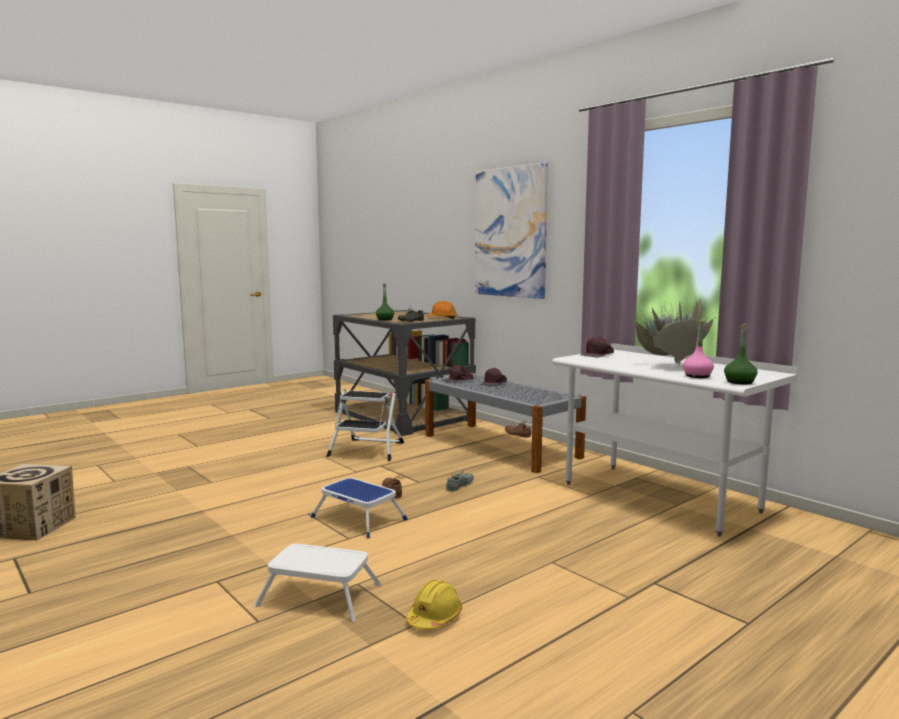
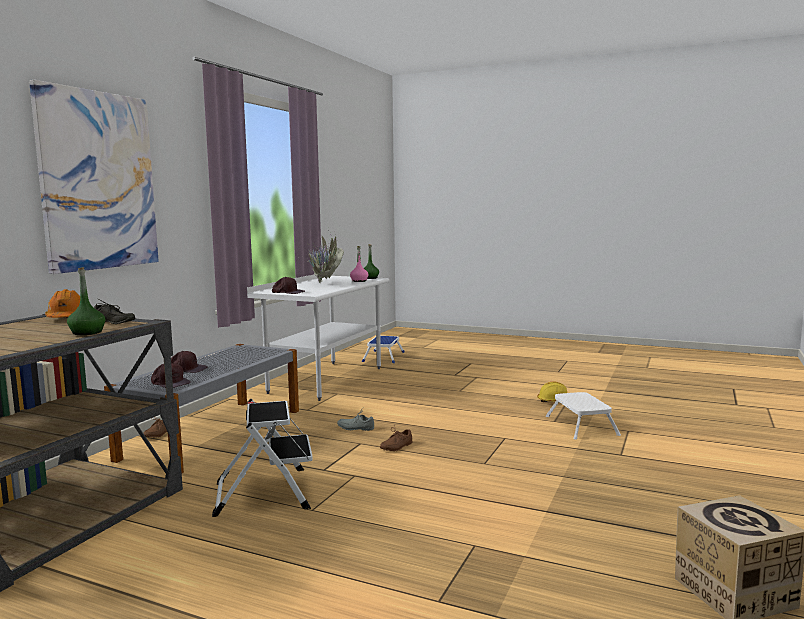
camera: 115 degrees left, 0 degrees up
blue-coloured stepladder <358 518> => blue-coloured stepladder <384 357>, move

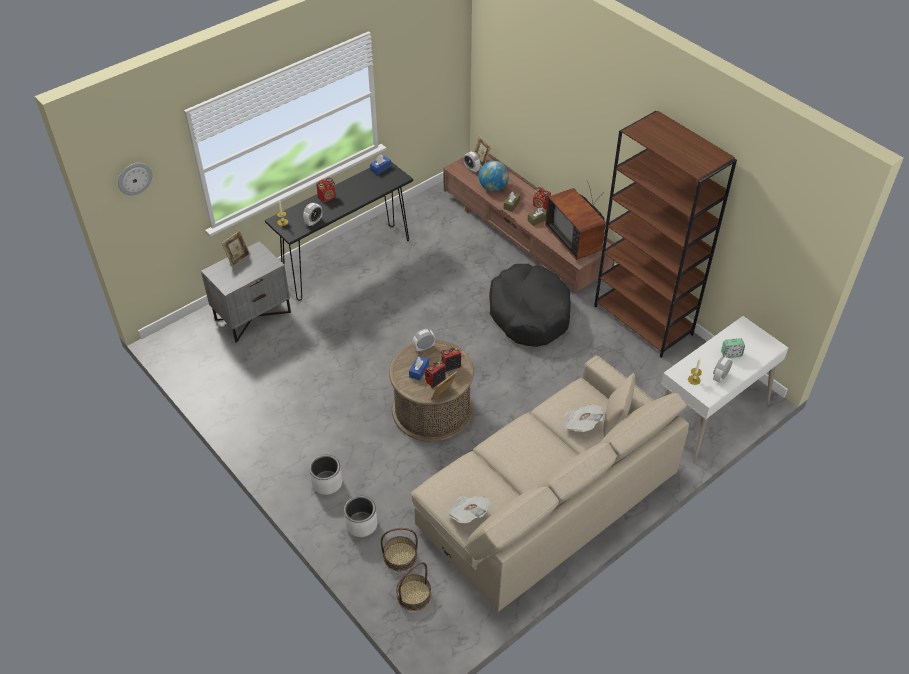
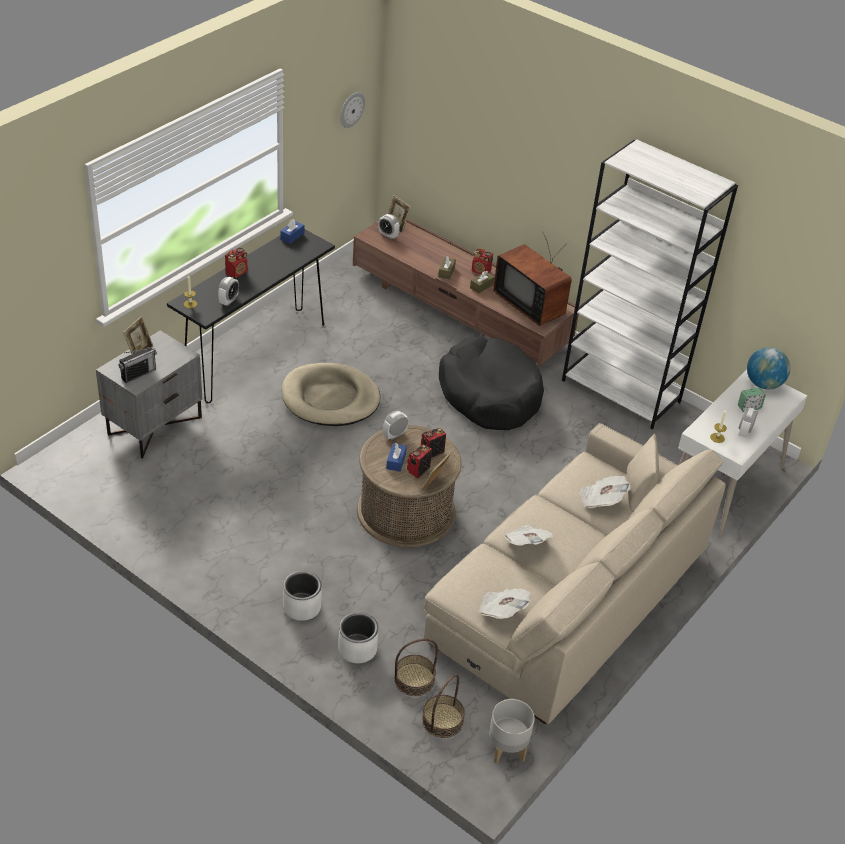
camera: 15 degrees left, 5 degrees down
nothing => radio <138 374>
nothing => beige-coloured dog cushion <330 399>
nothing => gray flower pot <507 750>
nothing => newspaper <526 543>
clock on the wall <134 178> => clock on the wall <351 109>, move
globe <493 188> => globe <763 384>, move
brownish bookcase <643 320> => white-coloured bookcase <621 391>

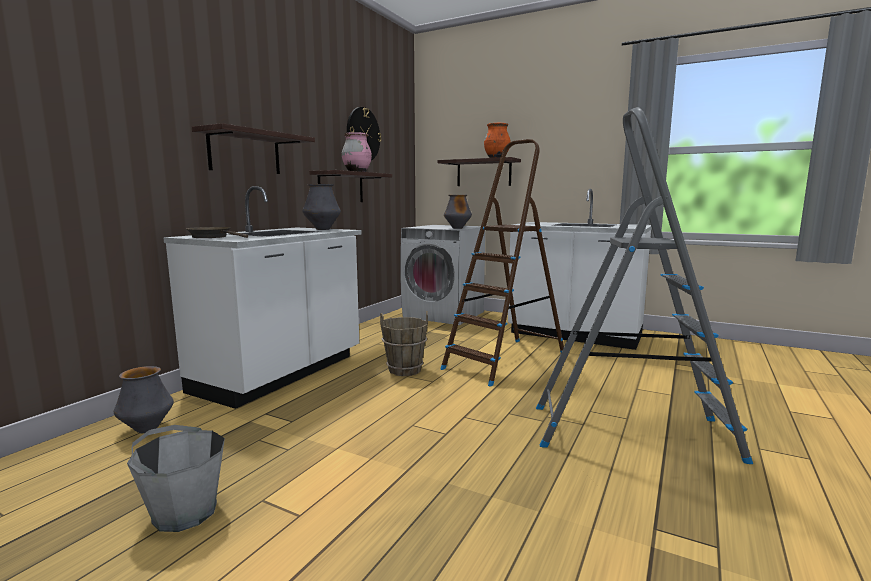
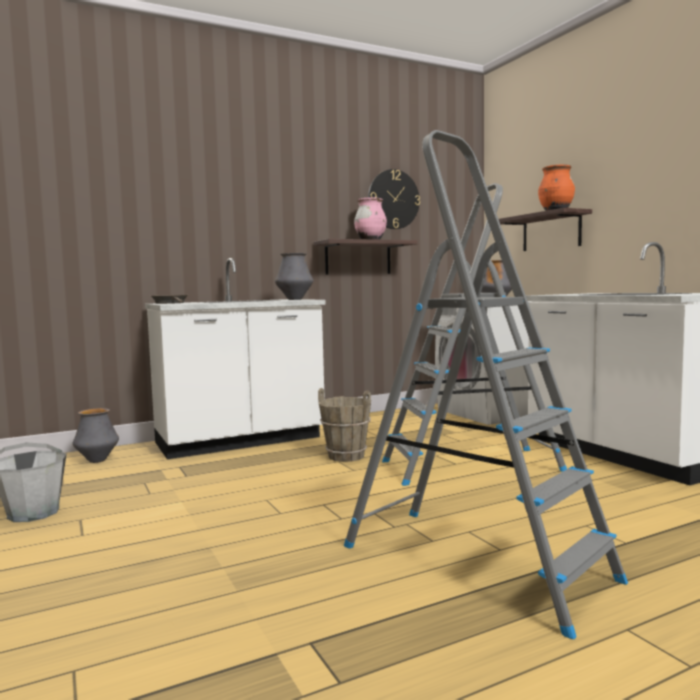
camera: 35 degrees right, 5 degrees down
bracket shelf <245 153> => nothing
brownish stepladder <505 360> => gray stepladder <470 466>

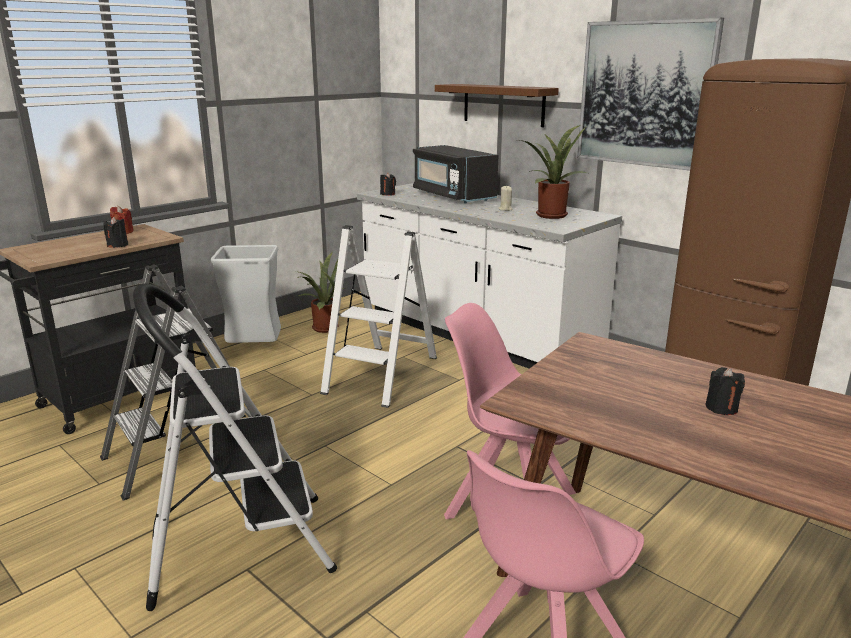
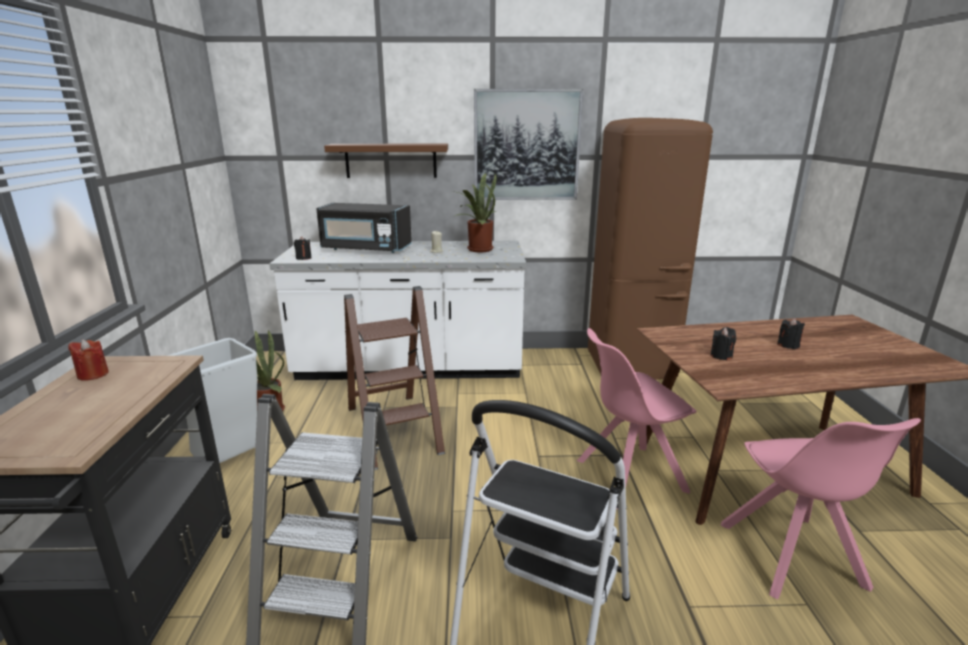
camera: 45 degrees left, 0 degrees up
black-coloured wax candle <117 245> => black-coloured wax candle <721 356>, move
white-coloured stepladder <382 374> => brownish stepladder <393 428>

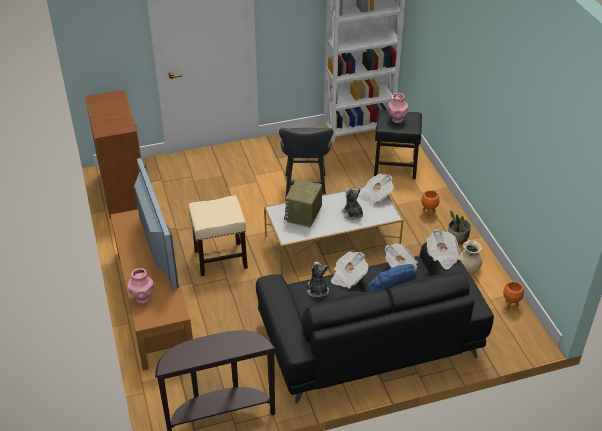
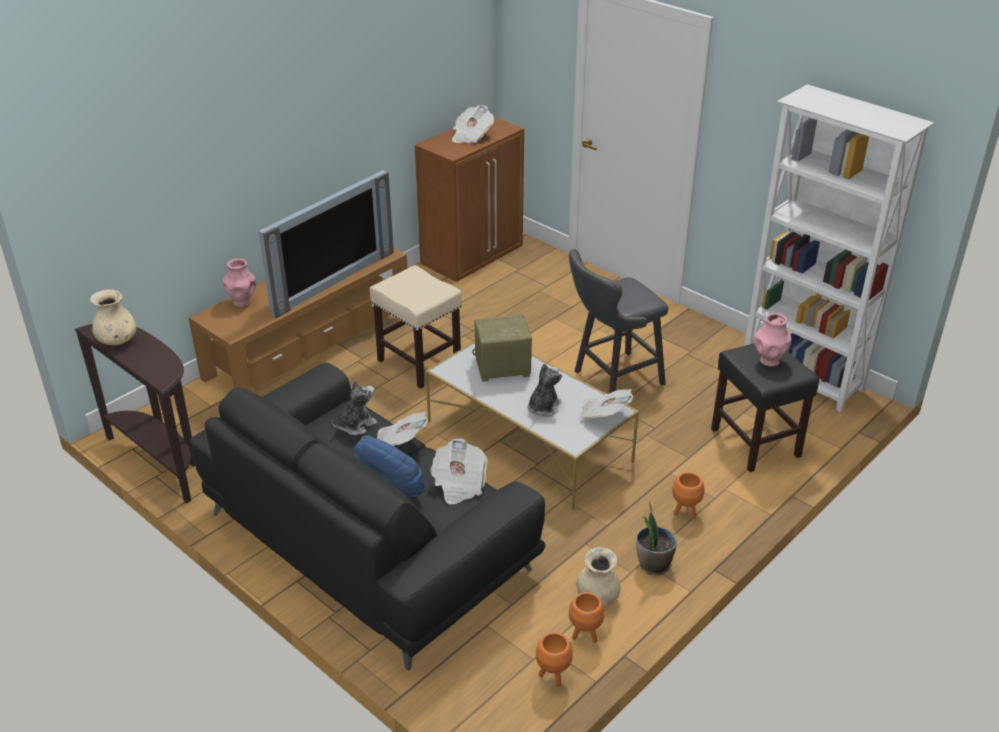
camera: 60 degrees right, 5 degrees down
nothing => beige-coloured decorative vase <117 341>
nothing => orangey flower pot <585 635>
newspaper <442 256> => newspaper <471 136>, move

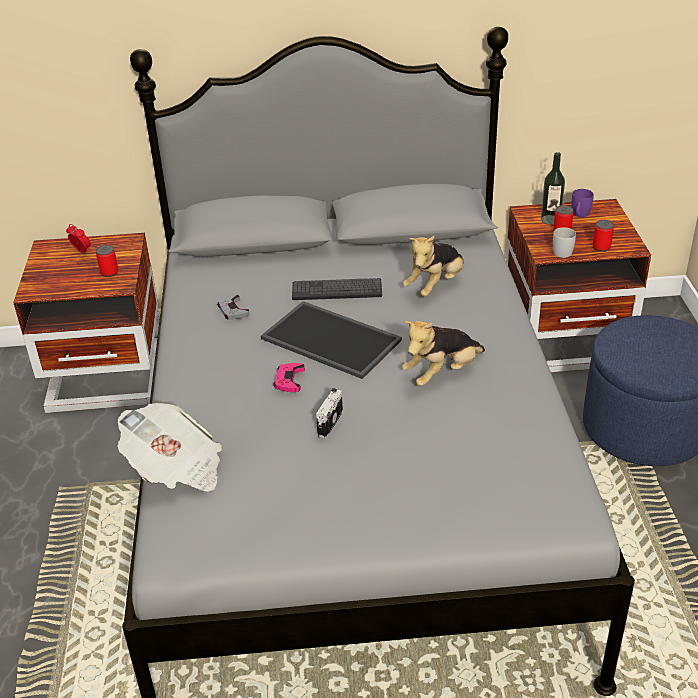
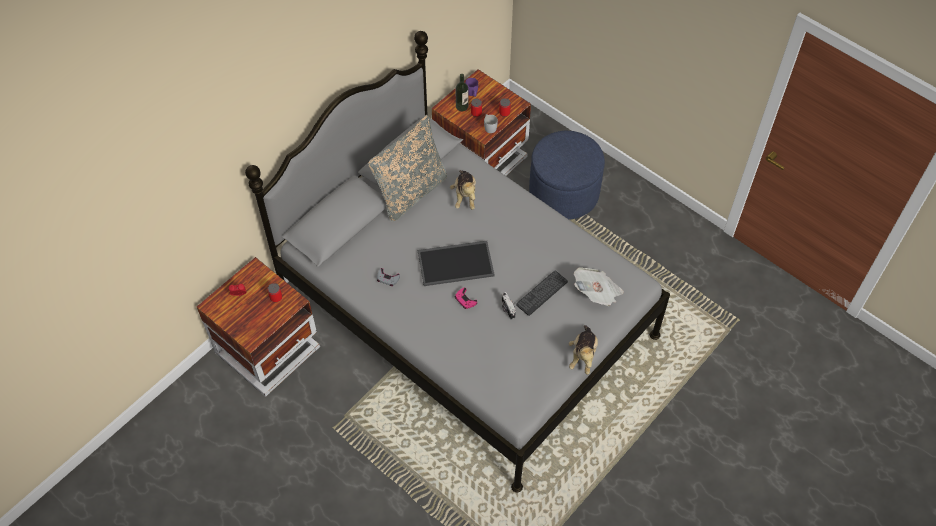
camera: 45 degrees left, 20 degrees up
nothing => gray throw pillow <412 193>
newspaper <176 468> => newspaper <597 293>, move
computer keyboard <337 290> => computer keyboard <542 293>, move
cuddly toy <442 373> => cuddly toy <583 355>, move

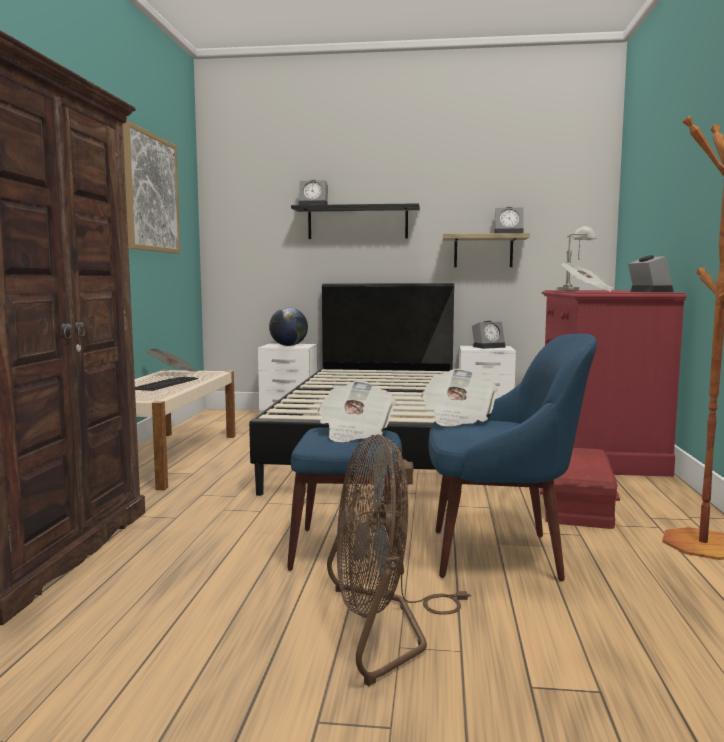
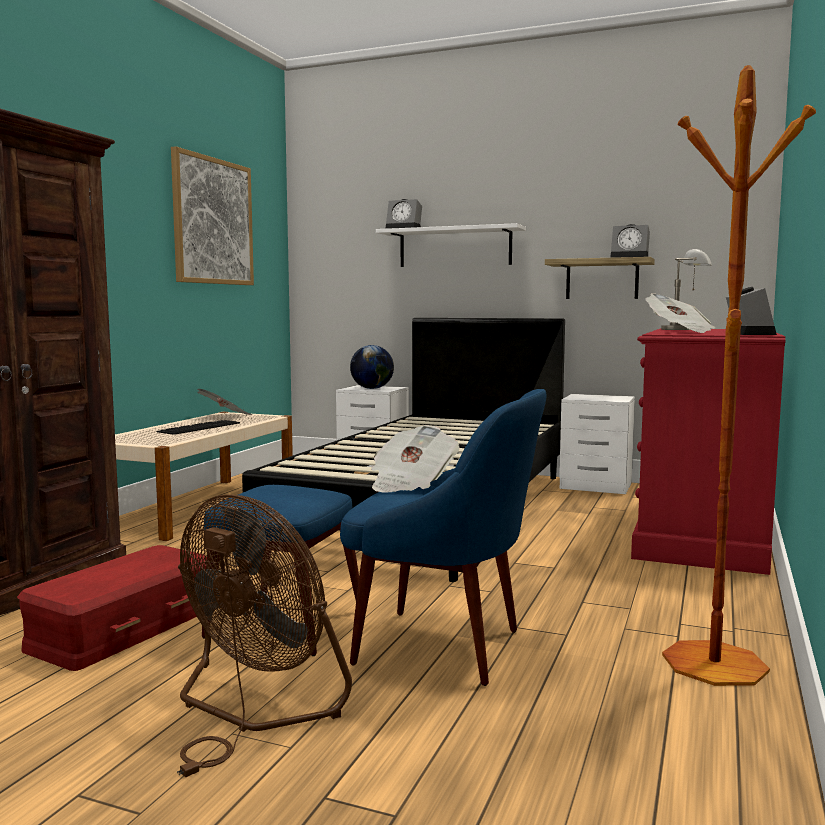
camera: 15 degrees right, 0 degrees up
newspaper <355 433> => nothing
table clock <489 347> => nothing
red storage box <575 504> => red storage box <121 628>, move
black-coloured bracket shelf <357 223> => white-coloured bracket shelf <455 247>
brownish electric fan <386 624> => brownish electric fan <243 707>, 120 degrees clockwise

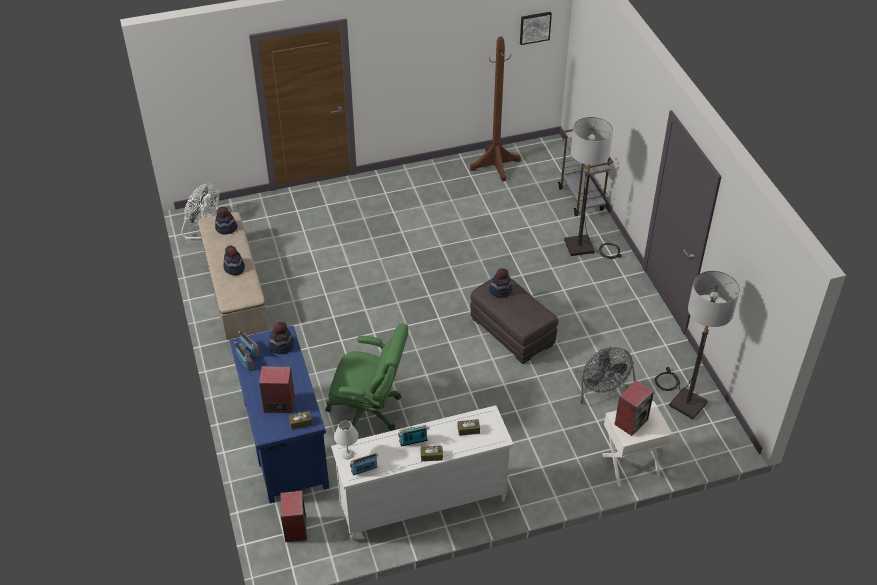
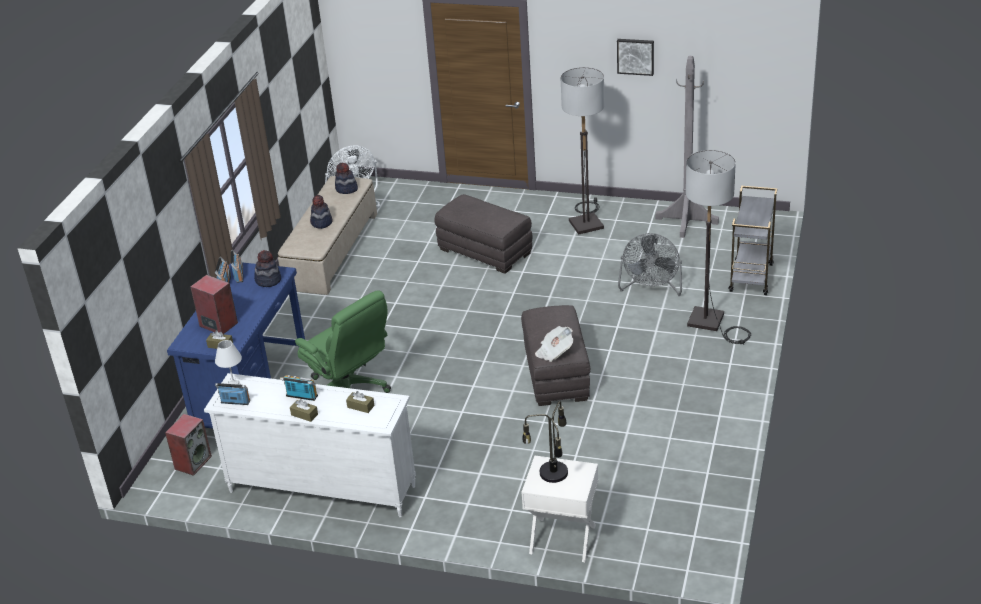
camera: 35 degrees right, 10 degrees down
hat <500 290> => nothing
nothing => gray ottoman <486 251>
nothing => newspaper <554 352>
picture <534 27> => picture <635 56>, move
gray electric fan <599 388> => gray electric fan <649 286>, move
floor lamp <681 397> => floor lamp <586 220>, move
audio speaker <631 421> => table lamp <553 472>
brownish clothes rack <495 165> => gray clothes rack <687 220>

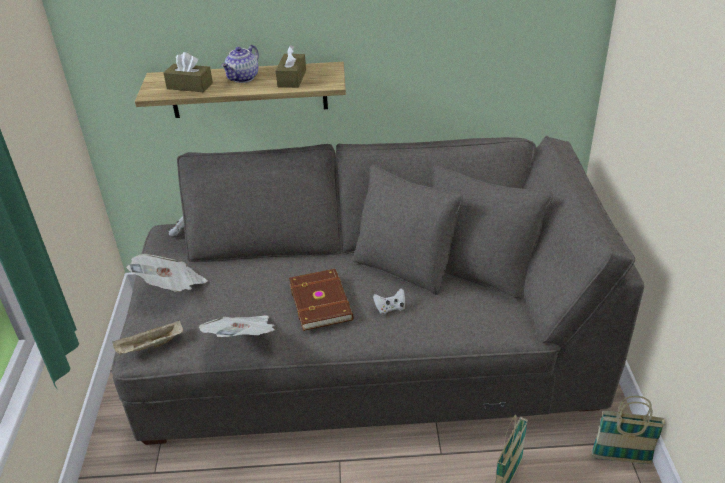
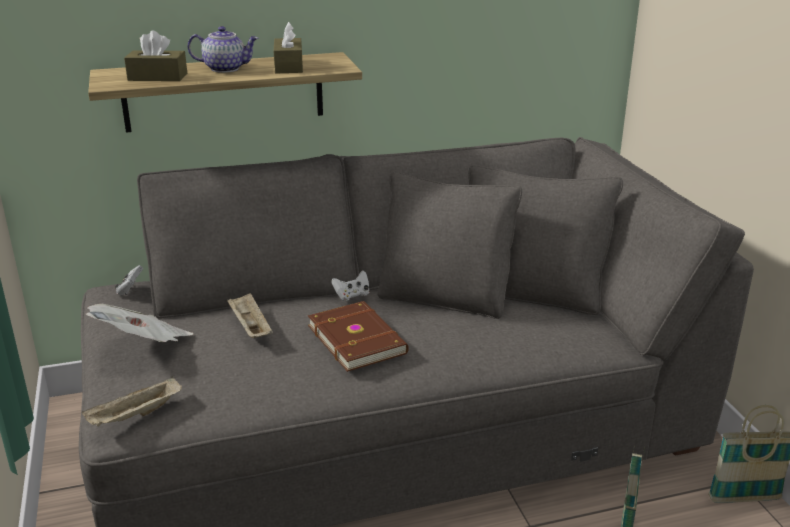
camera: 15 degrees left, 10 degrees down
newspaper <243 339> => nothing
nothing => beige-coloured serving tray <250 327>
white-coloured joypad <390 308> => white-coloured joypad <352 295>, move
teapot <243 78> => teapot <226 68>, 105 degrees counterclockwise

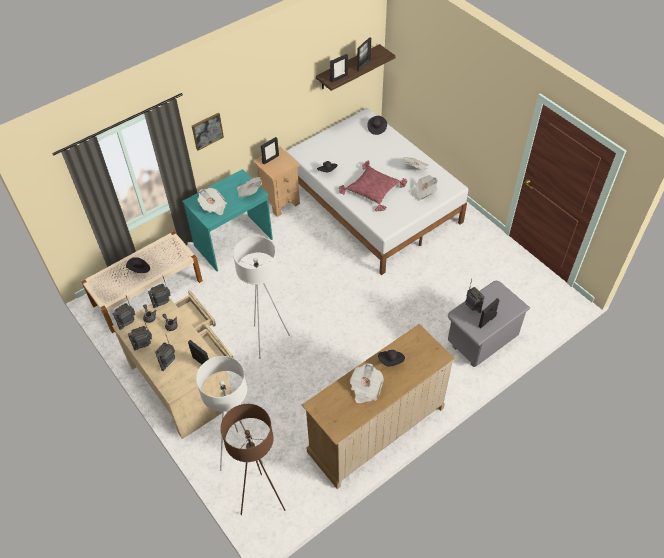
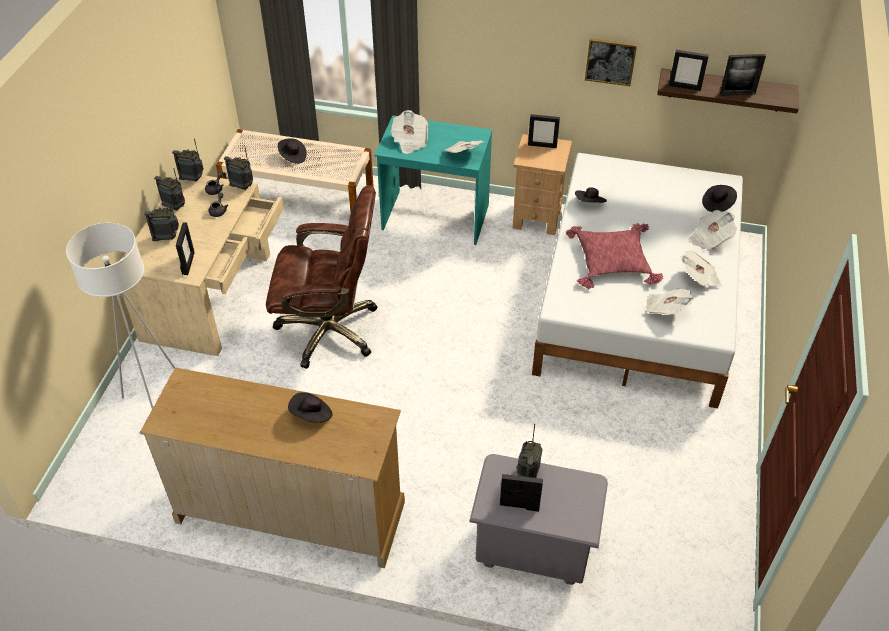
camera: 50 degrees right, 5 degrees down
brownish floor lamp <262 498> => nothing
picture <207 131> => picture <610 61>, move
newspaper <365 389> => newspaper <709 239>, move
white-coloured floor lamp <267 340> => brownish computer chair <328 329>

